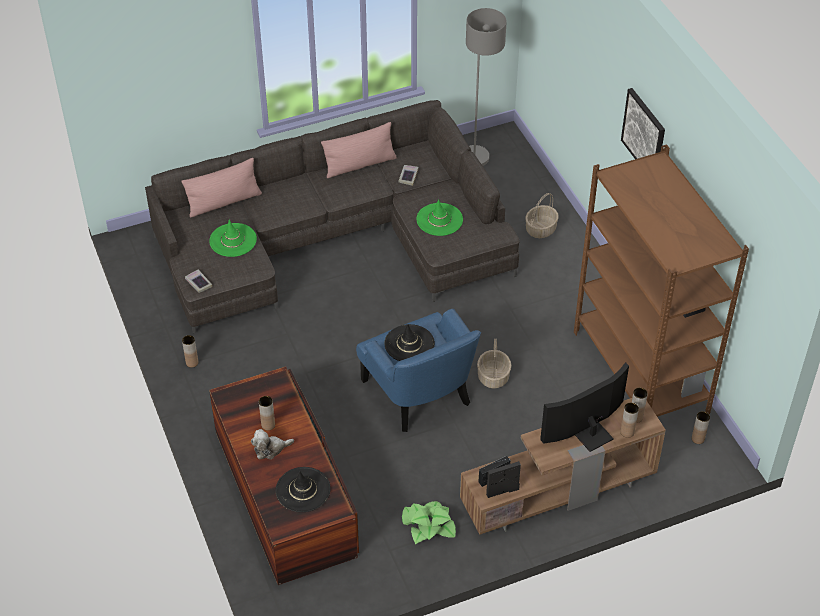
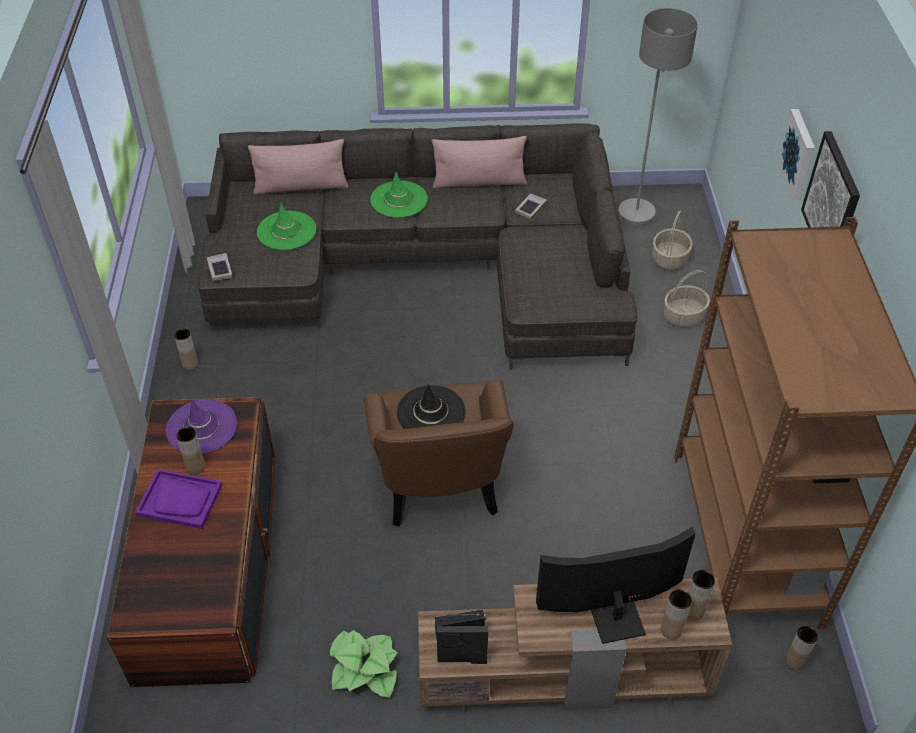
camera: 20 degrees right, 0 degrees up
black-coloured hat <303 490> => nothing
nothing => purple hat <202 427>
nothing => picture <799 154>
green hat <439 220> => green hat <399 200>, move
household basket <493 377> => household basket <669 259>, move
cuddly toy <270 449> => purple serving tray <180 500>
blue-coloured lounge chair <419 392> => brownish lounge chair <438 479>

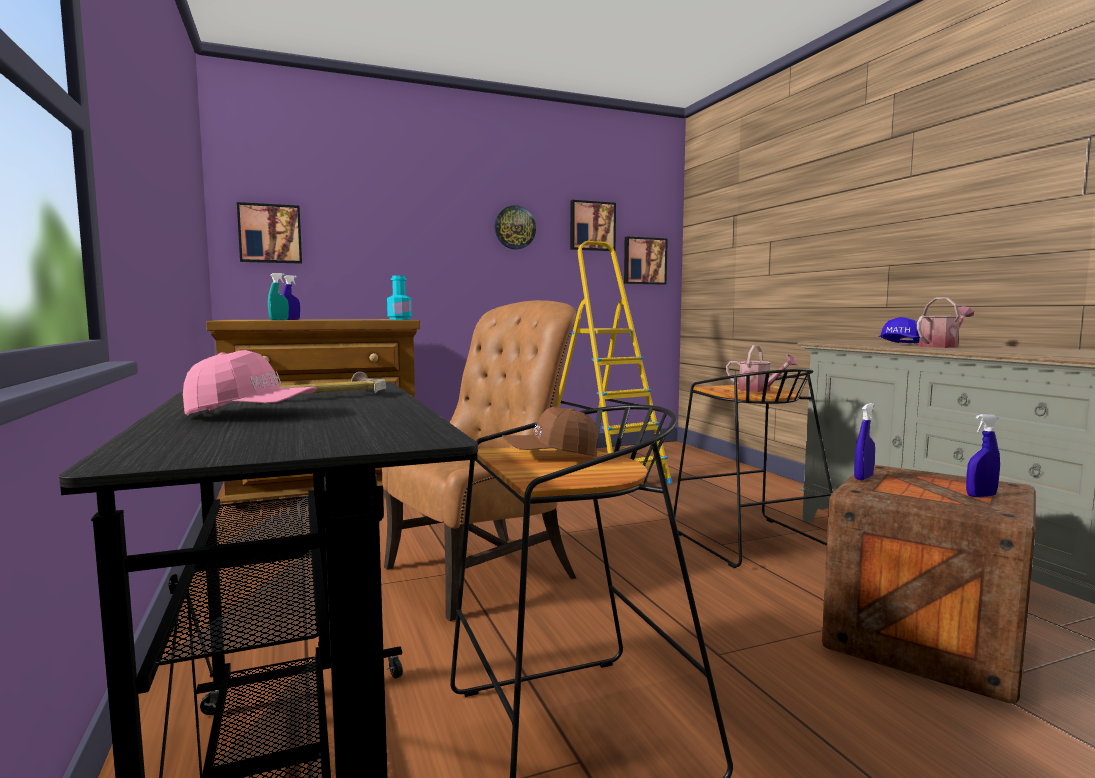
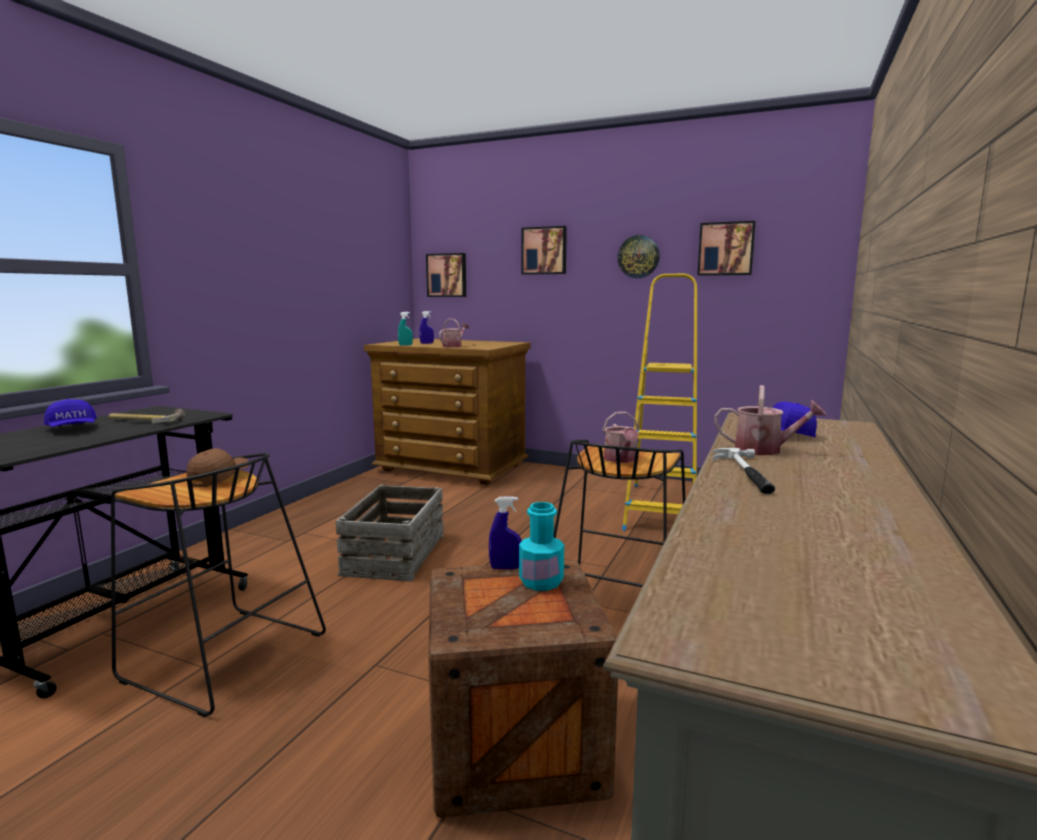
camera: 45 degrees right, 5 degrees up
blue-coloured spray bottle <981 496> => nothing
nothing => watering pot <454 346>
nothing => hammer <746 474>
blue-green beverage bottle <399 319> => blue-green beverage bottle <541 582>, move
picture <644 261> => picture <544 250>, move
brownish chair <483 572> => packing crate <396 554>
pink cap <251 414> => blue-coloured cap <72 429>
brownish cap <551 455> => brownish cap <219 478>, 75 degrees clockwise

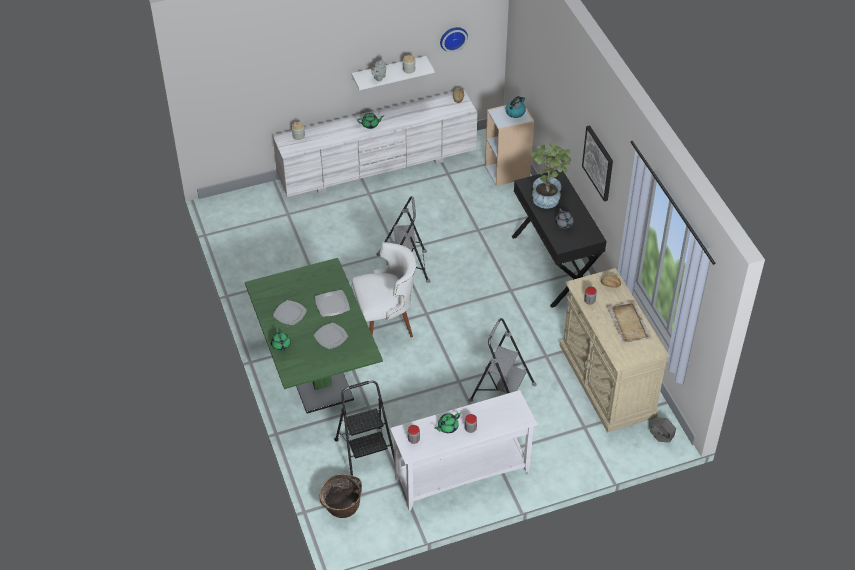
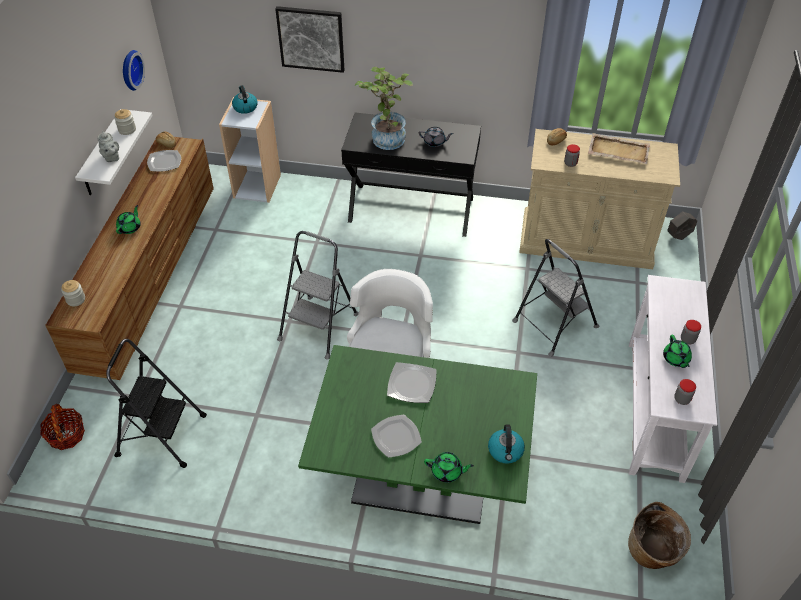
camera: 60 degrees left, 0 degrees up
nothing => household basket <66 435>
nothing => kettle <505 451>
plate <331 337> => plate <165 162>, move
black-coloured stepladder <365 451> => black-coloured stepladder <158 434>, move
picture <598 163> => picture <311 38>, move
white-coloured storage cabinet <377 169> => brownish storage cabinet <151 282>

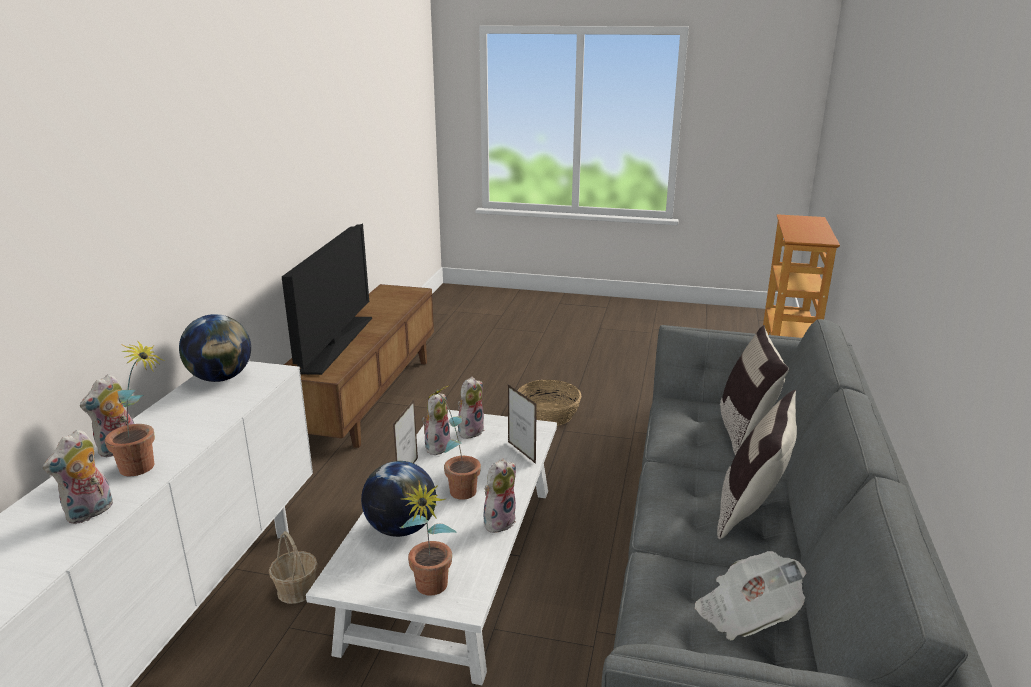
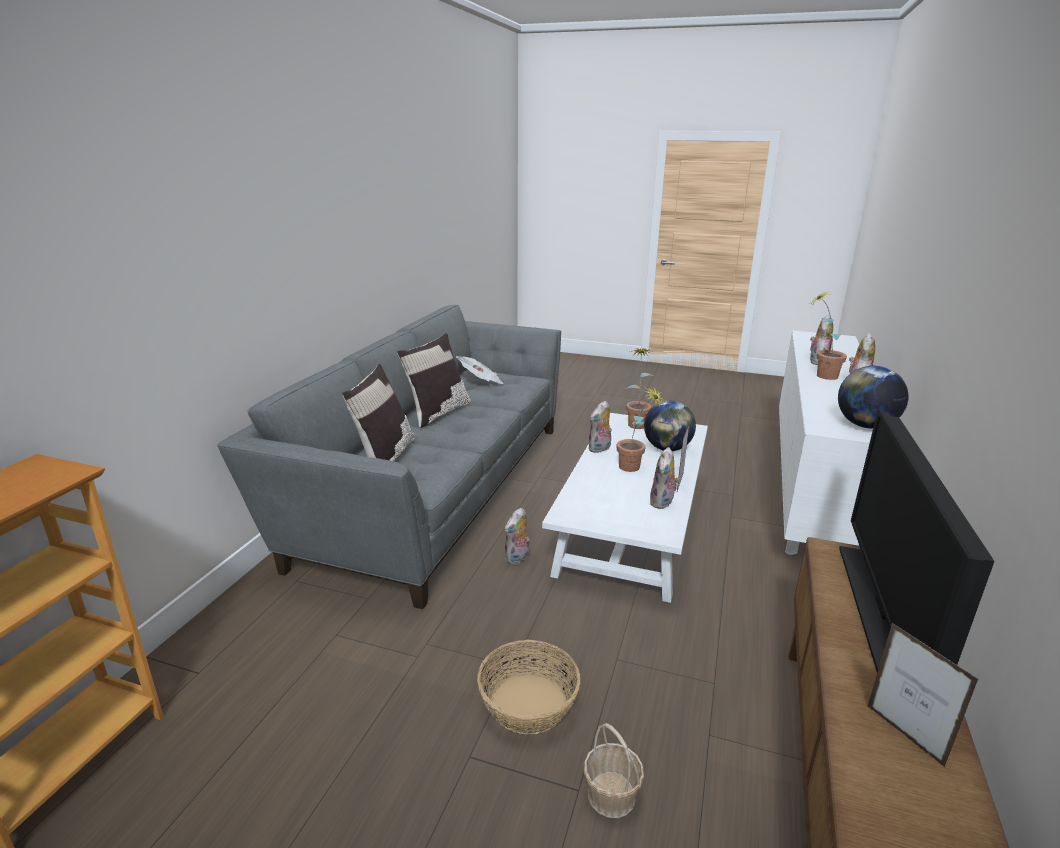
camera: 175 degrees left, 0 degrees up
household basket <296 590> => household basket <611 795>, move
cuddly toy <470 430> => cuddly toy <517 558>, move
picture frame <521 452> => picture frame <904 735>, move

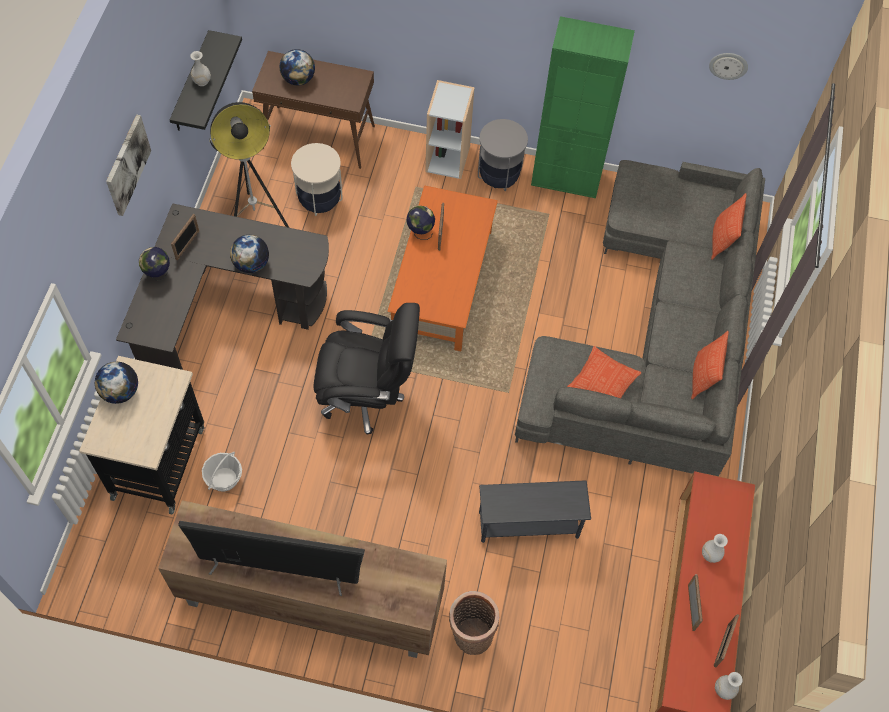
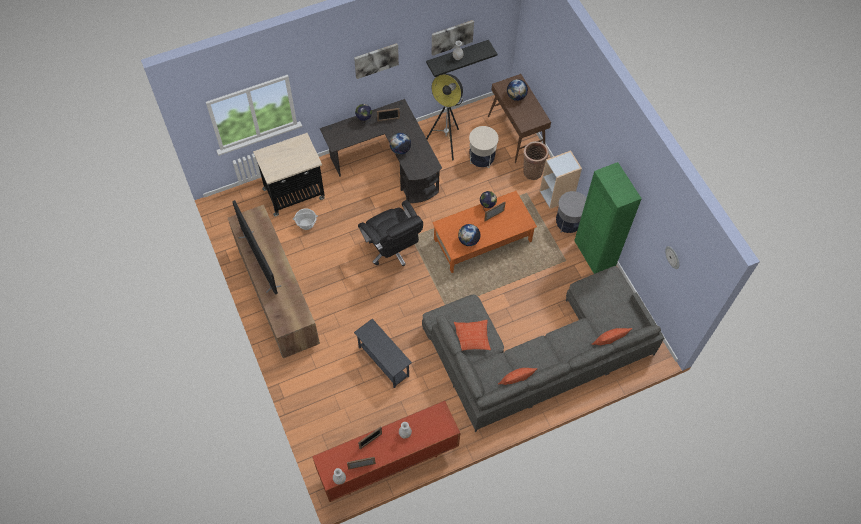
camera: 55 degrees right, 0 degrees up
nothing => picture <452 37>
globe <120 392> => globe <468 240>, move
household basket <470 634> => household basket <532 171>, move

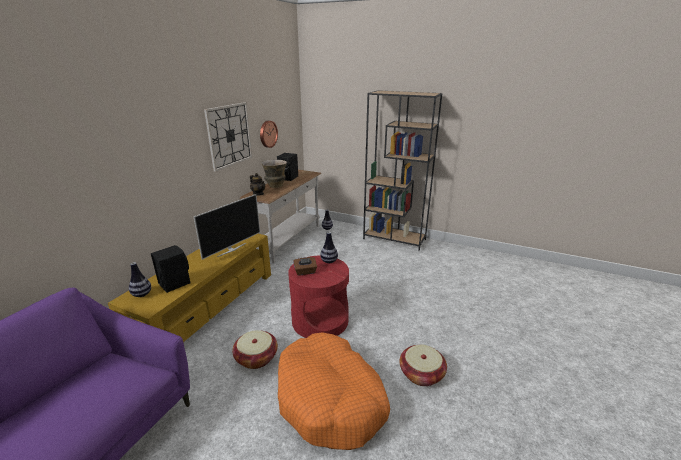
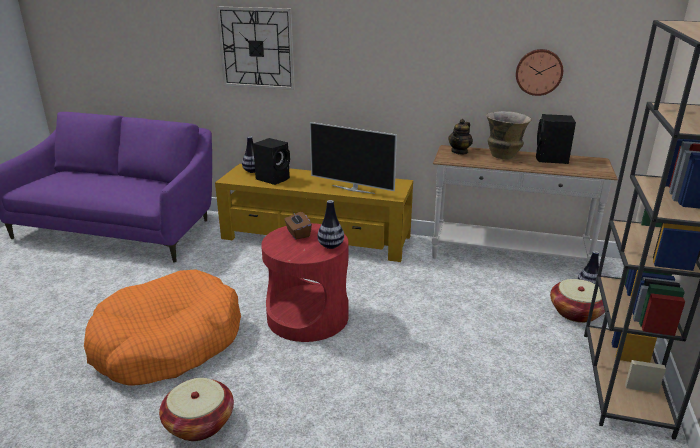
camera: 80 degrees right, 0 degrees up
clock on the wall <229 135> => clock on the wall <256 48>, move
household basket <256 358> => household basket <576 312>, move

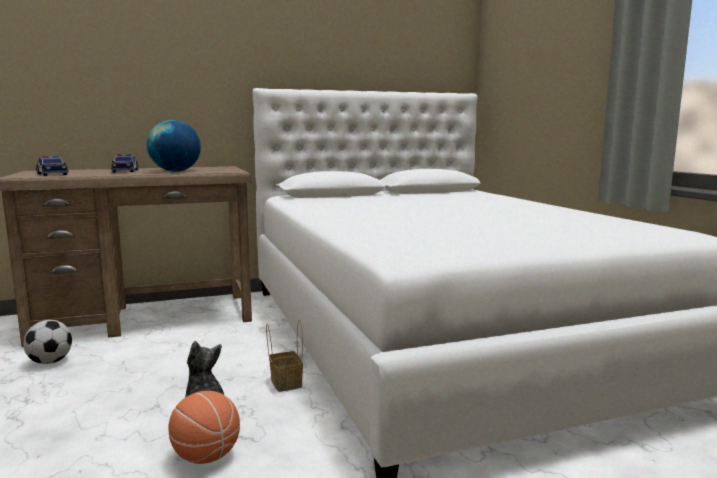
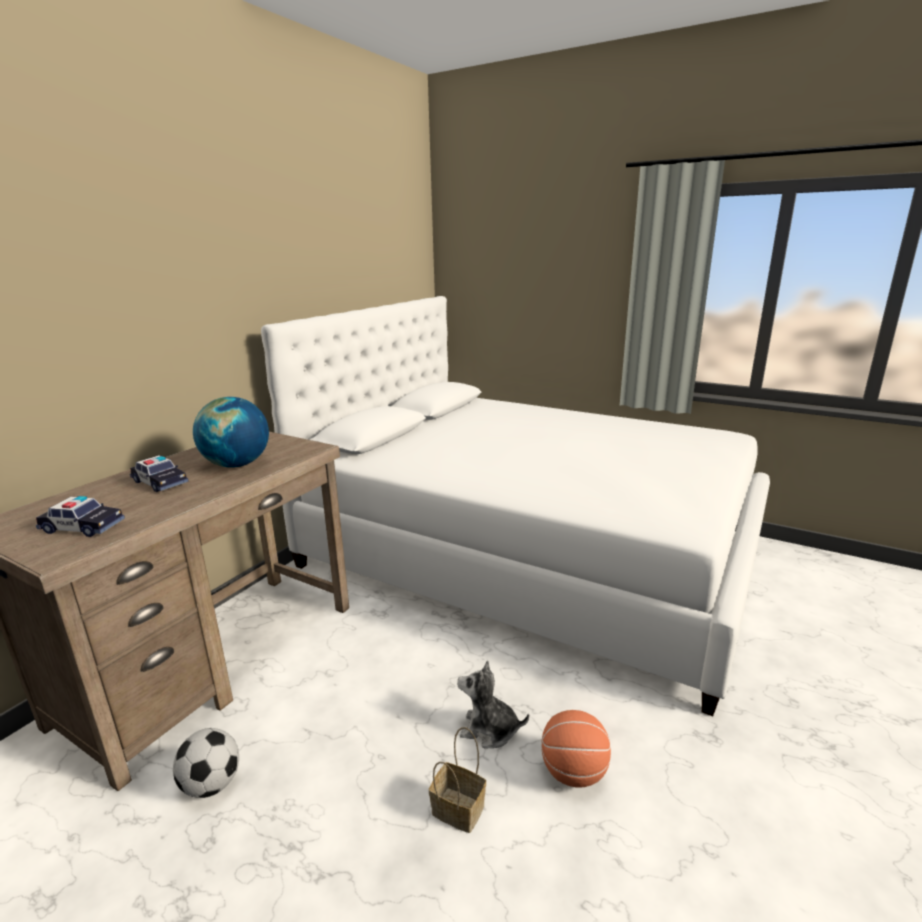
camera: 40 degrees left, 10 degrees up
household basket <285 382> => household basket <456 810>, move

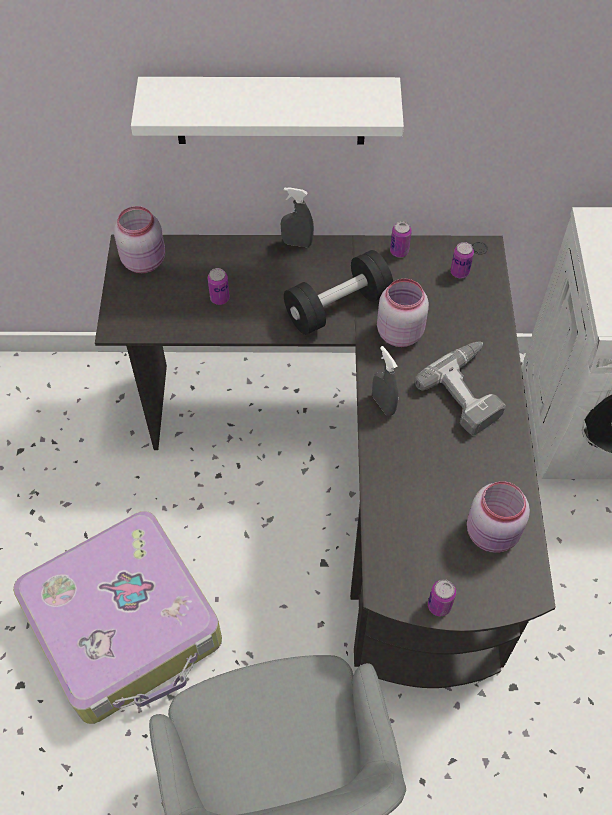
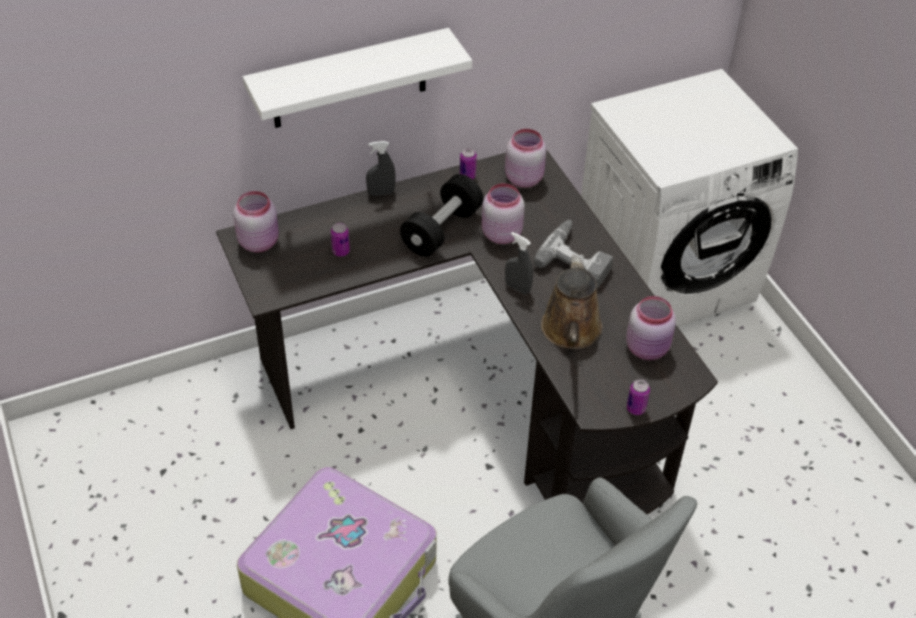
camera: 25 degrees left, 10 degrees down
nothing => brownish watering pot <571 332>
sealed can <459 272> => pink jar <523 178>

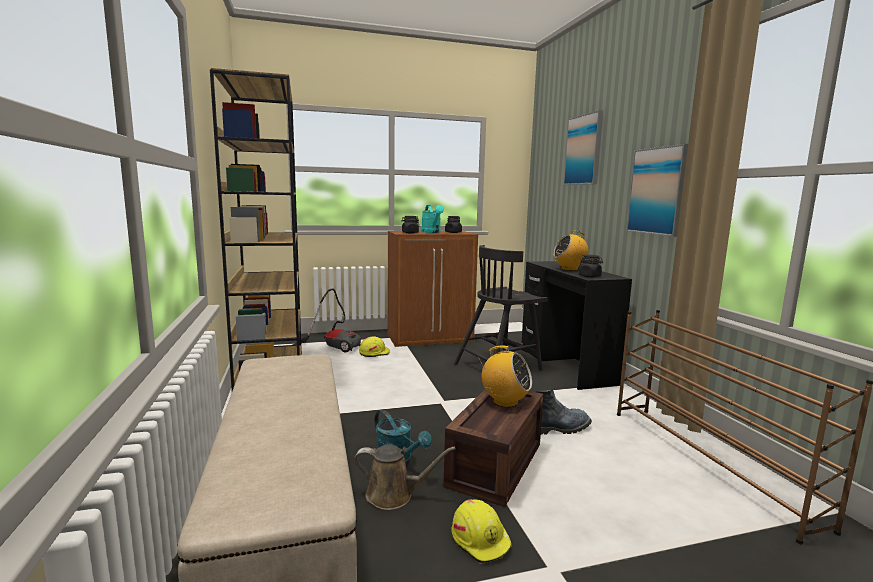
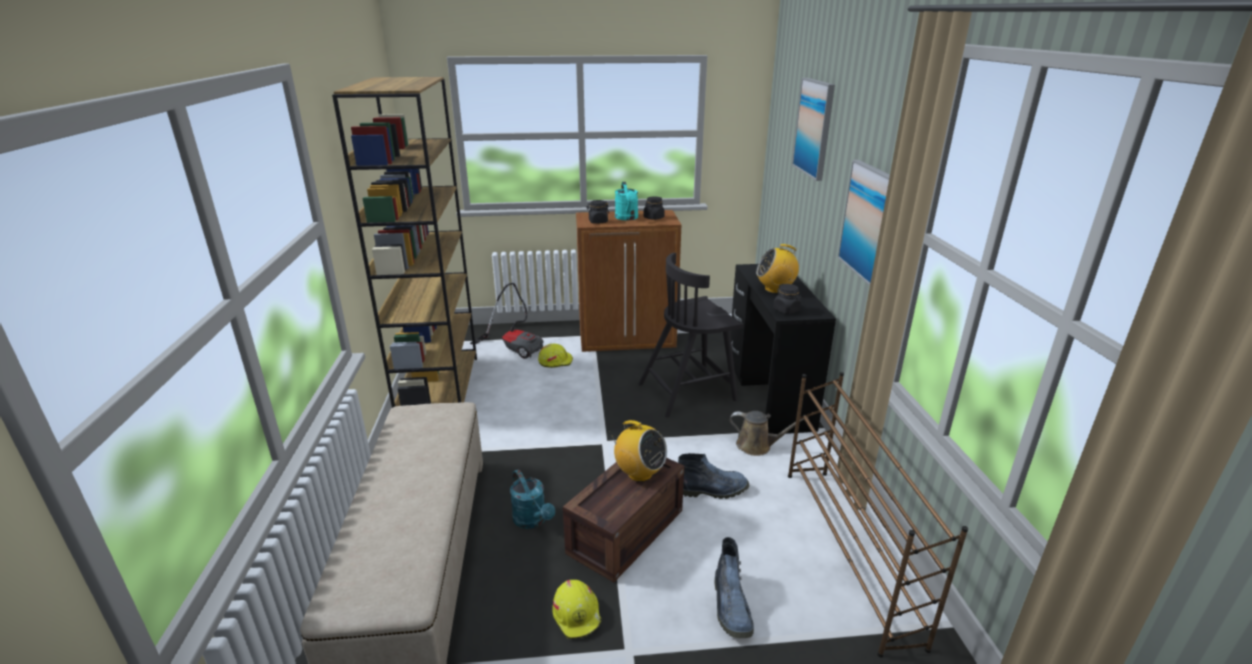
camera: 10 degrees right, 15 degrees up
nothing => boot <732 608>
brownish watering pot <394 495> => brownish watering pot <757 446>, move

